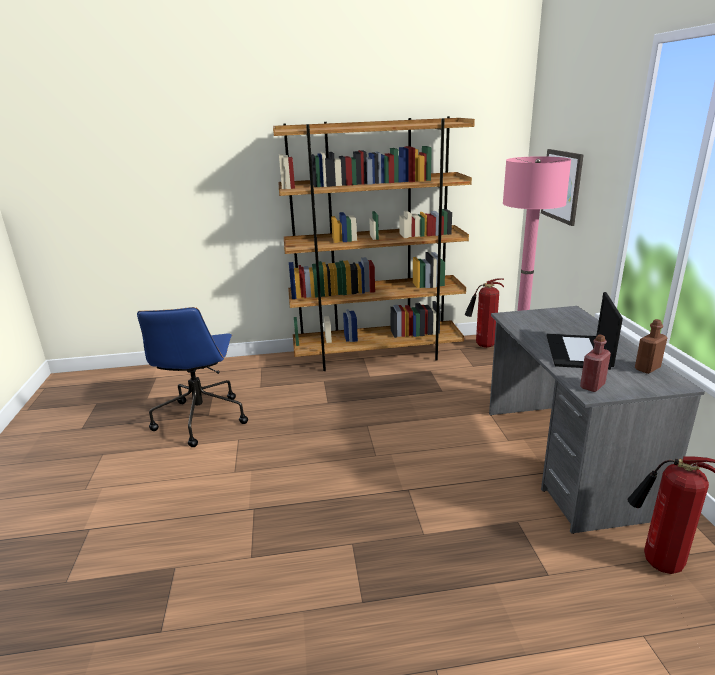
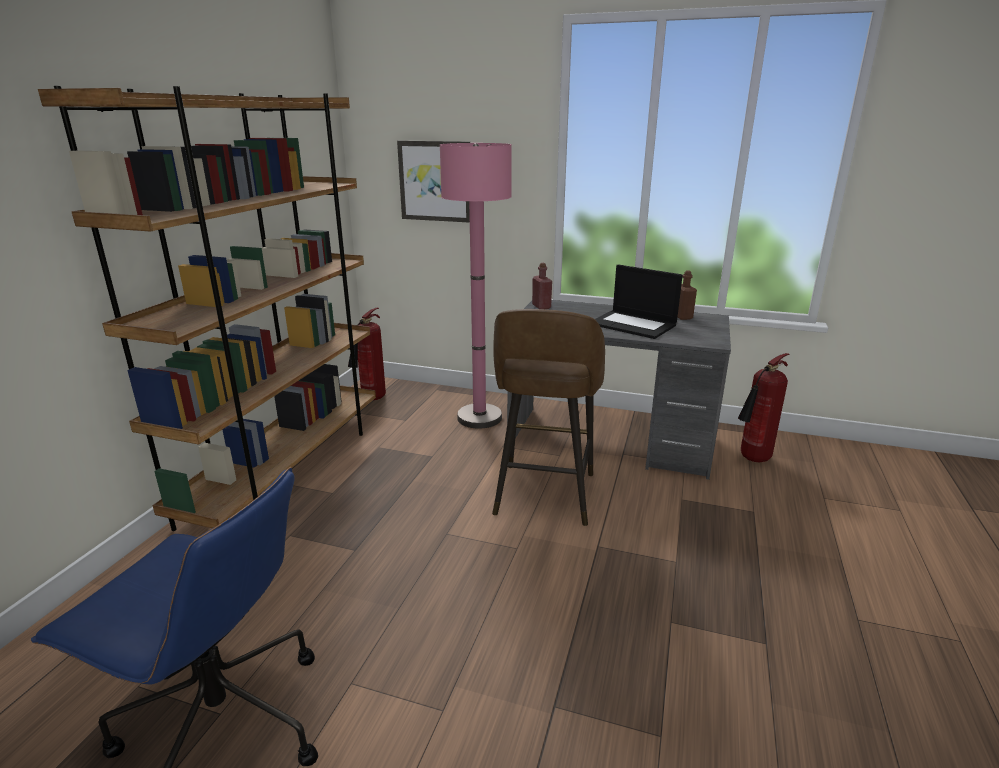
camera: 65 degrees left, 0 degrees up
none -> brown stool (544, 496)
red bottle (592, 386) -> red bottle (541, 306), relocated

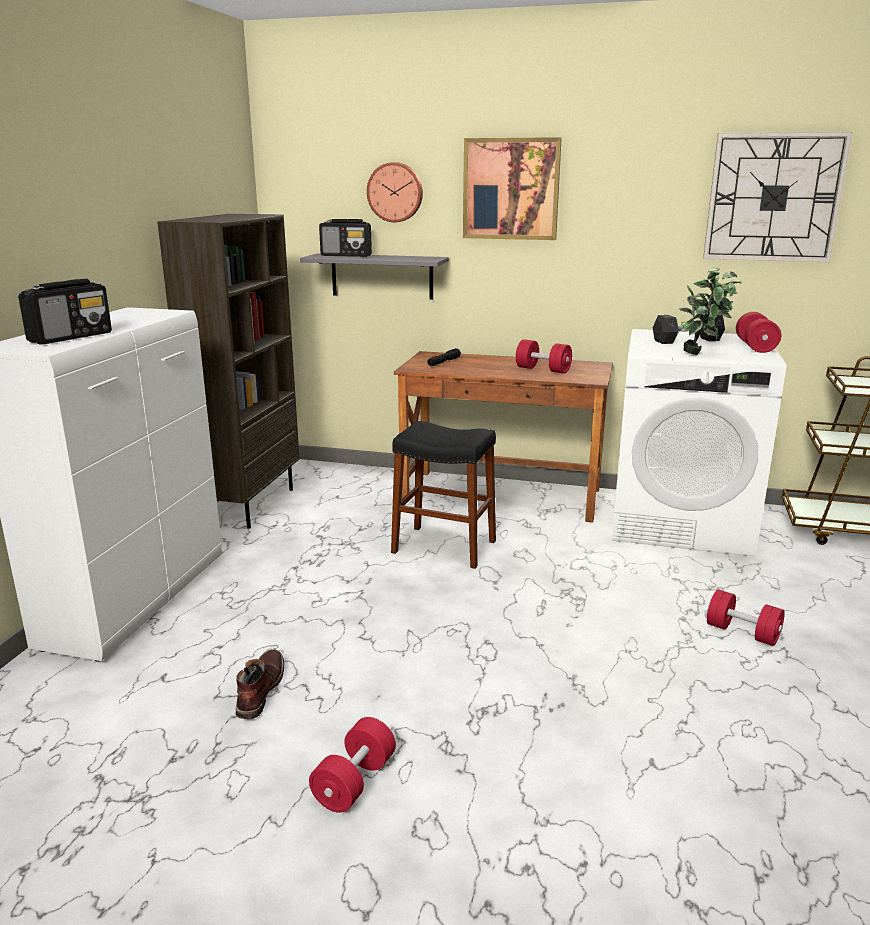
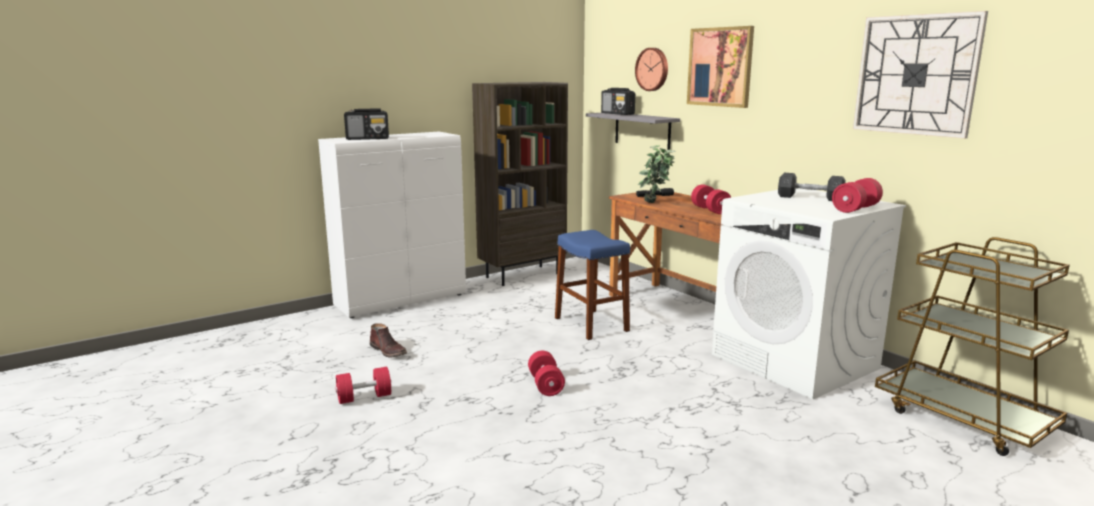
camera: 40 degrees right, 5 degrees down
brown boot (259, 690) -> brown boot (389, 351), 90 degrees clockwise
red dumbbell (742, 633) -> red dumbbell (546, 385), relocated
black stool (444, 547) -> blue stool (591, 324)
potted plant (702, 354) -> potted plant (655, 203), relocated

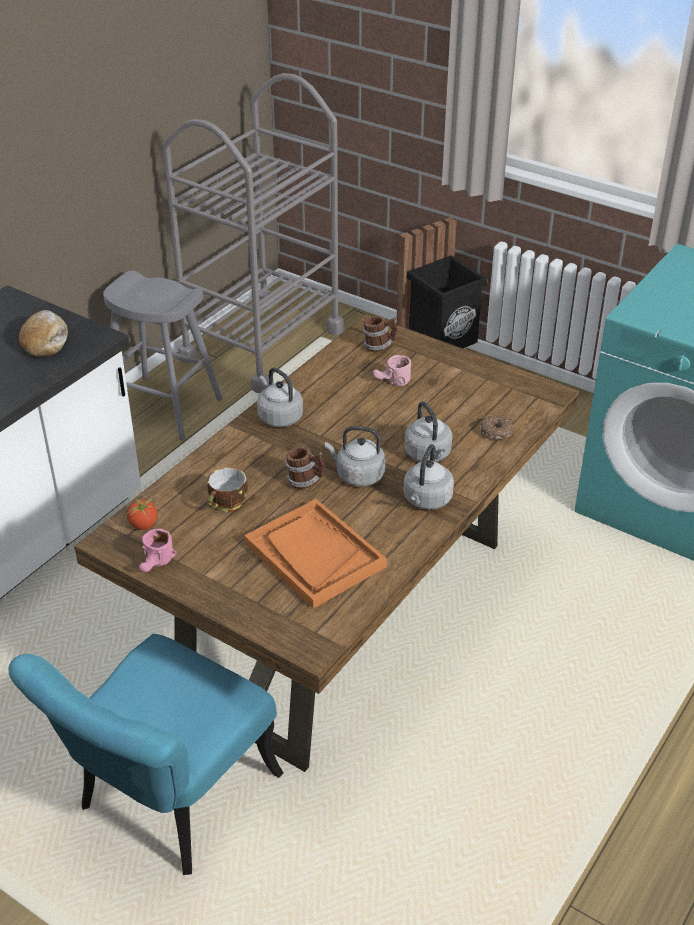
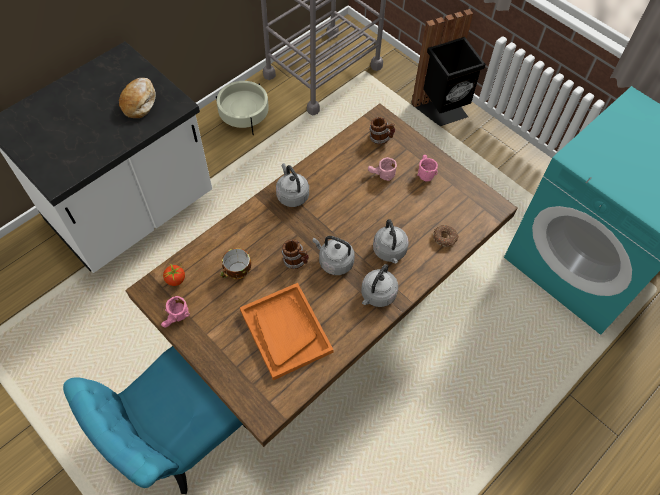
camera: 10 degrees right, 20 degrees up
grey stool (163, 408) -> beige planter (244, 116)
none -> pink mug (424, 172)

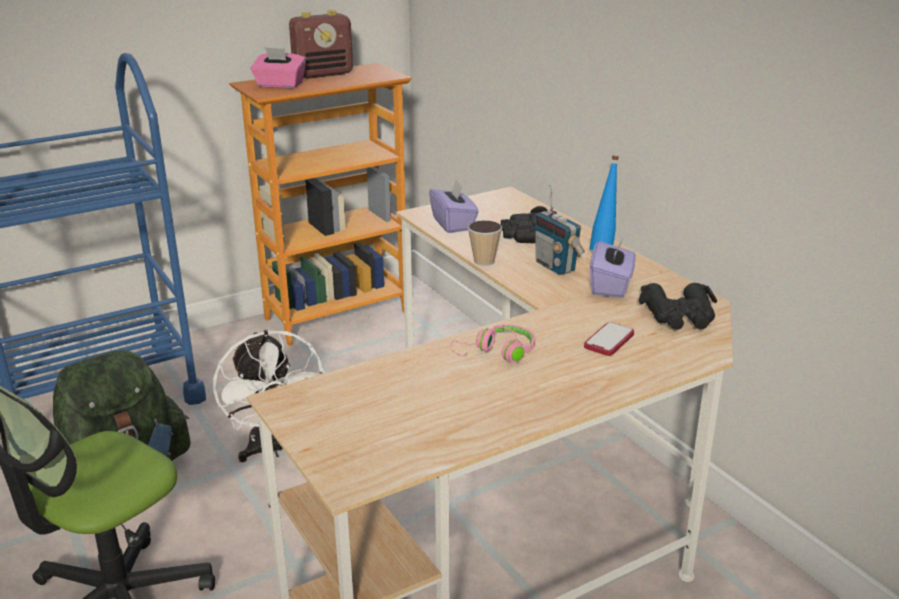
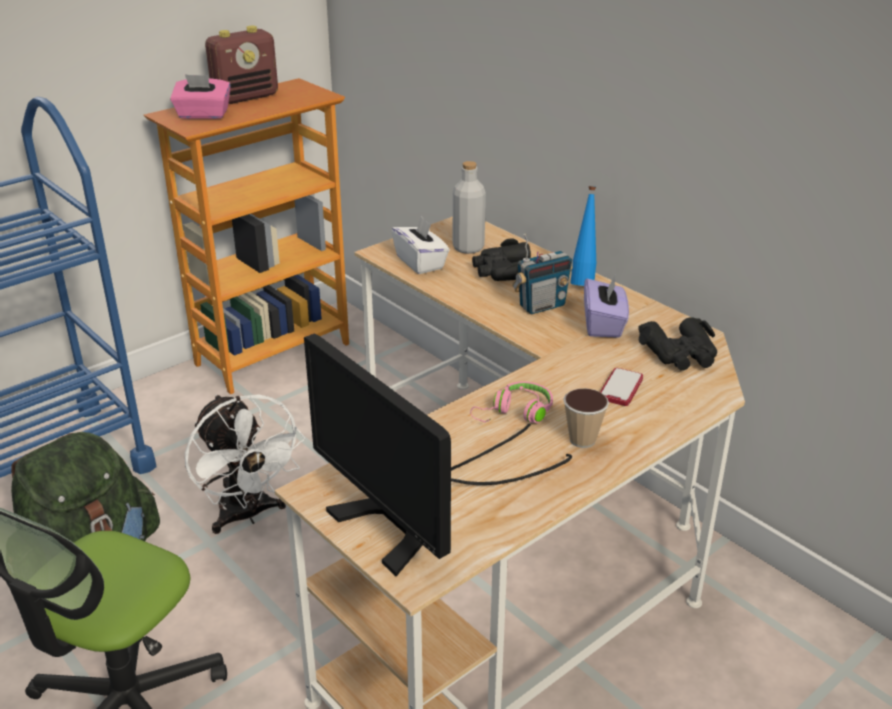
camera: 10 degrees left, 5 degrees up
none -> monitor (420, 512)
purple tissue box (453, 224) -> white tissue box (420, 262)
none -> grey bottle (468, 247)
radio (555, 266) -> radio (541, 306), 75 degrees counterclockwise
cup (484, 261) -> cup (582, 440), relocated

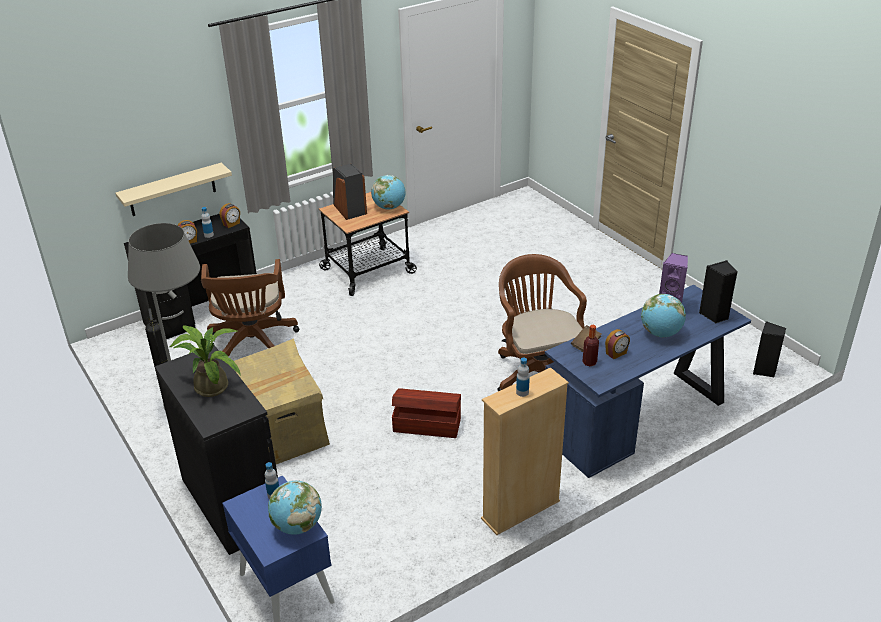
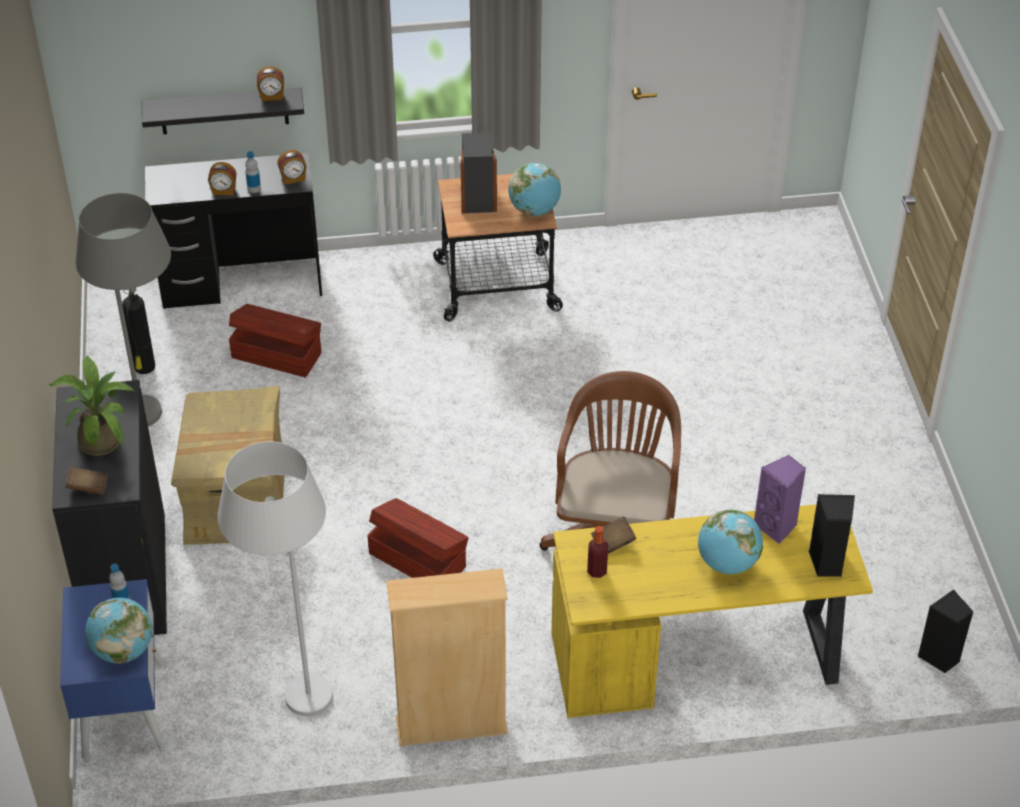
camera: 25 degrees right, 10 degrees up
none -> brown book (88, 488)
beige shelf (172, 190) -> black shelf (224, 111)
none -> white floor lamp (293, 679)
brown office chair (252, 344) -> brown storage box (276, 354)
alarm clock (616, 353) -> alarm clock (272, 96), relocated
blue desk (639, 418) -> yellow desk (699, 660)
bottle (522, 392) -> none

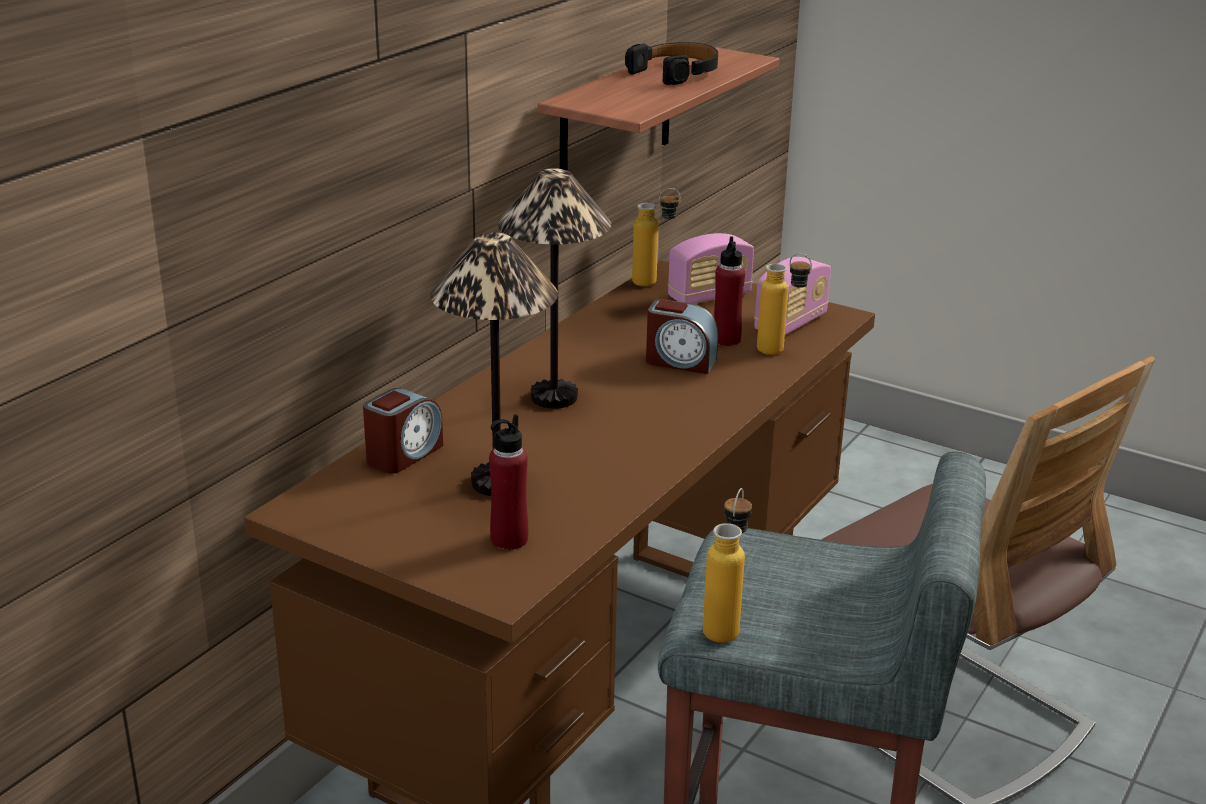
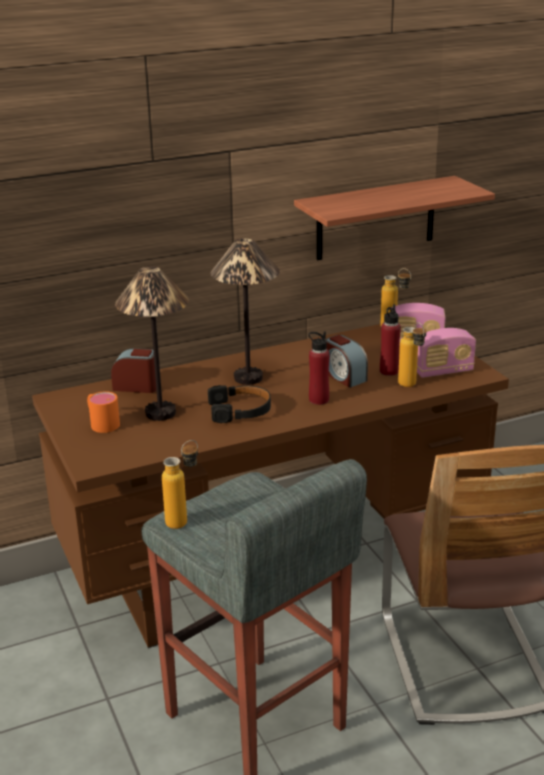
camera: 35 degrees right, 0 degrees up
none -> orange mug (101, 423)
alarm clock (403, 454) -> alarm clock (136, 386), 150 degrees counterclockwise
black headphones (676, 73) -> black headphones (240, 410), relocated
red bottle (509, 539) -> red bottle (318, 400), relocated

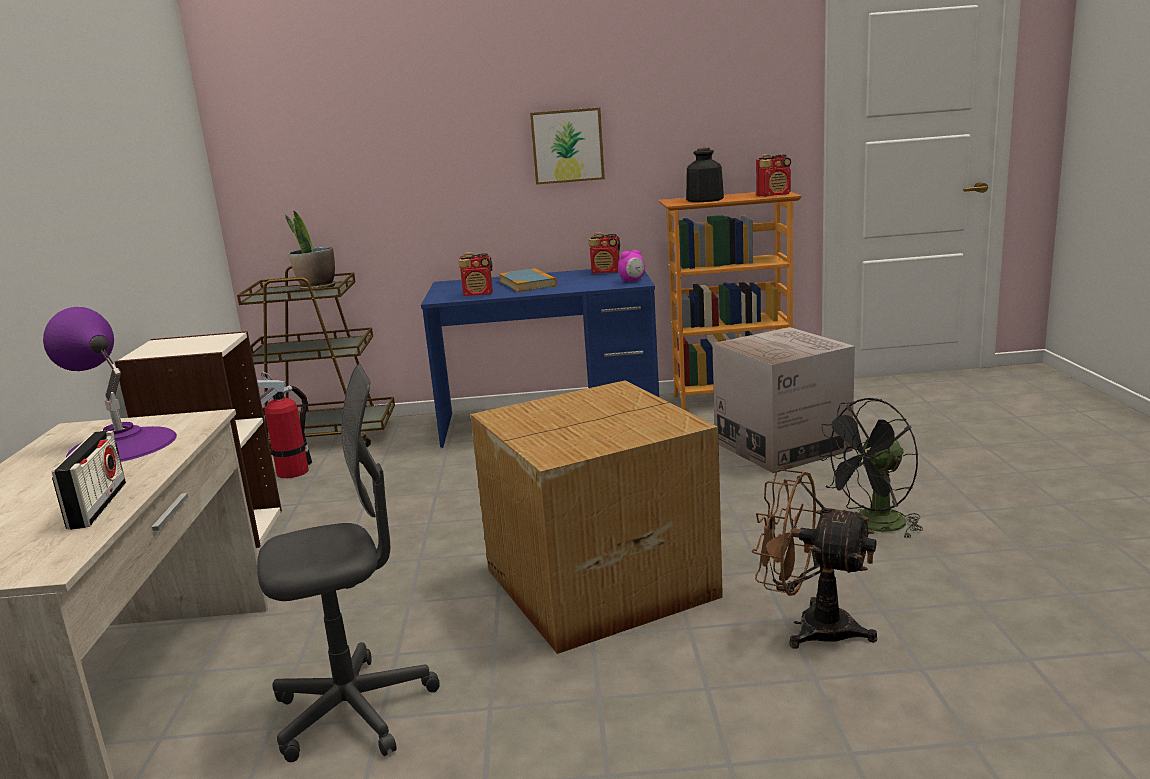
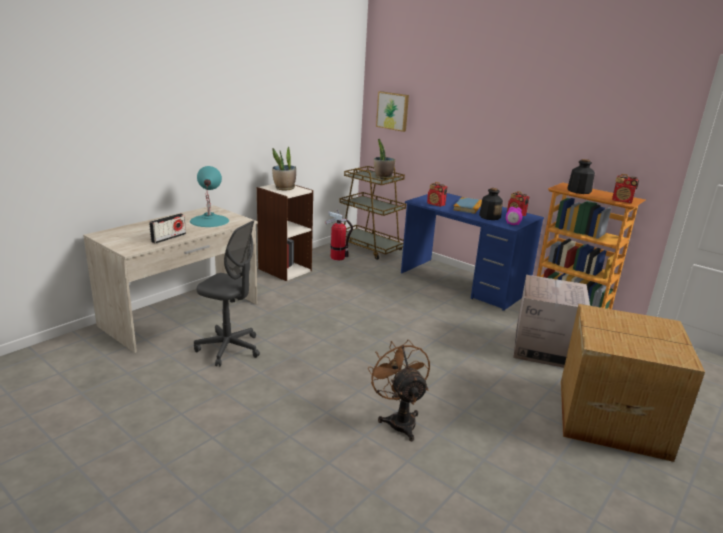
camera: 40 degrees right, 5 degrees up
purple table lamp (121, 445) -> turquoise table lamp (209, 220)
none -> potted plant (284, 188)
picture (567, 146) -> picture (393, 111), relocated
none -> bottle (489, 217)
cardboard box (596, 582) -> cardboard box (610, 416), relocated
black fan (873, 526) -> none

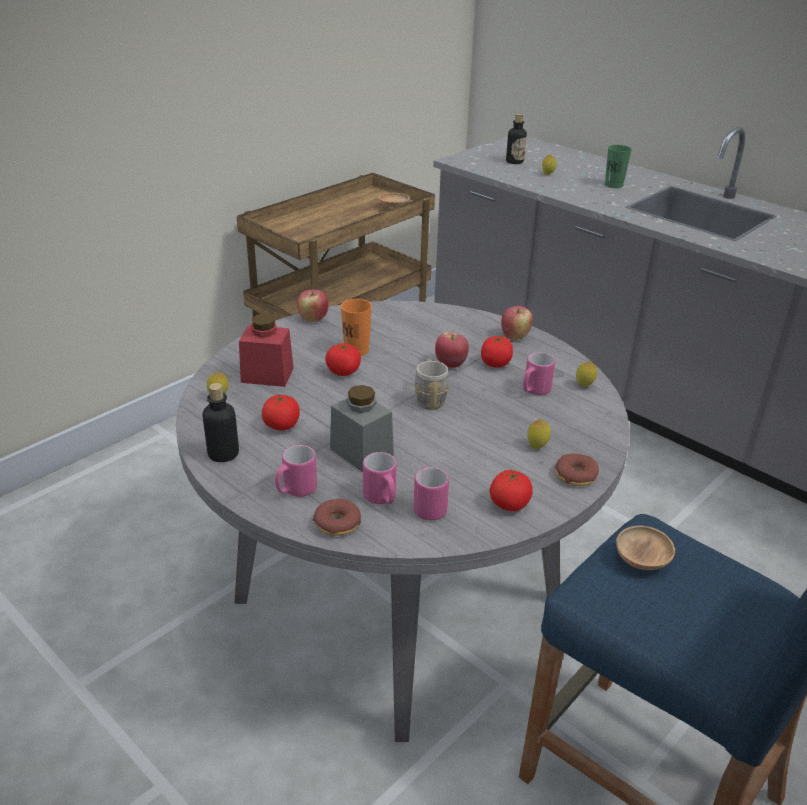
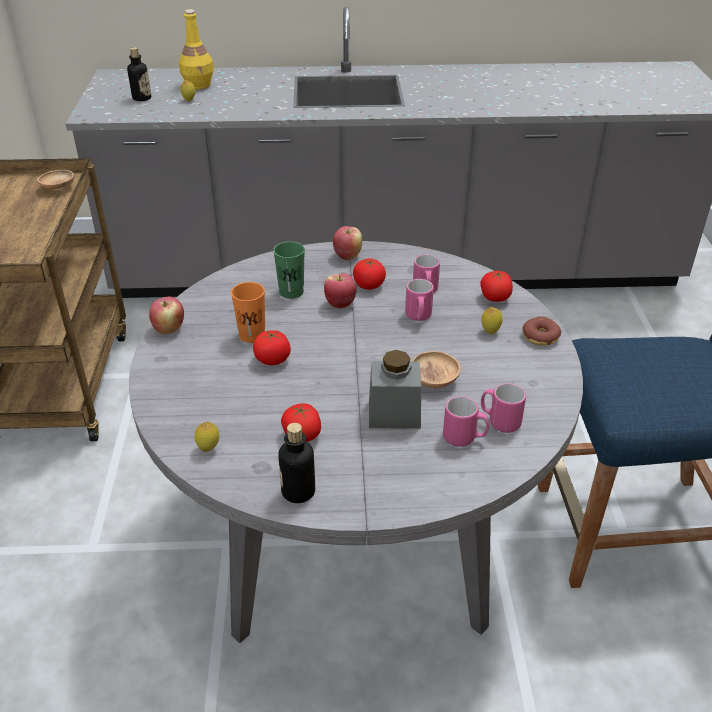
camera: 45 degrees left, 5 degrees up
none -> yellow bottle (199, 85)
green cup (613, 185) -> green cup (291, 292), relocated
pink mug (295, 491) -> pink mug (418, 317), relocated
brown bowl (642, 560) -> brown bowl (434, 380), relocated
tomato (509, 504) -> tomato (495, 298), relocated
red jar (267, 375) -> none
donut (337, 523) -> none
grey mug (429, 398) -> none
lemon (584, 386) -> none

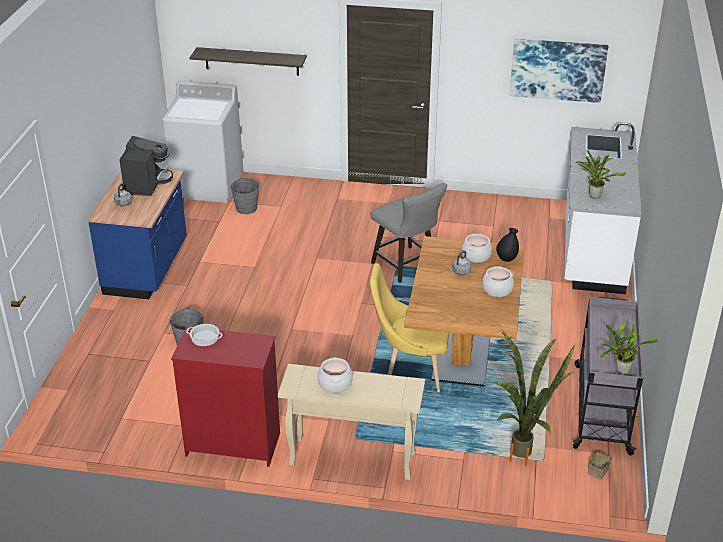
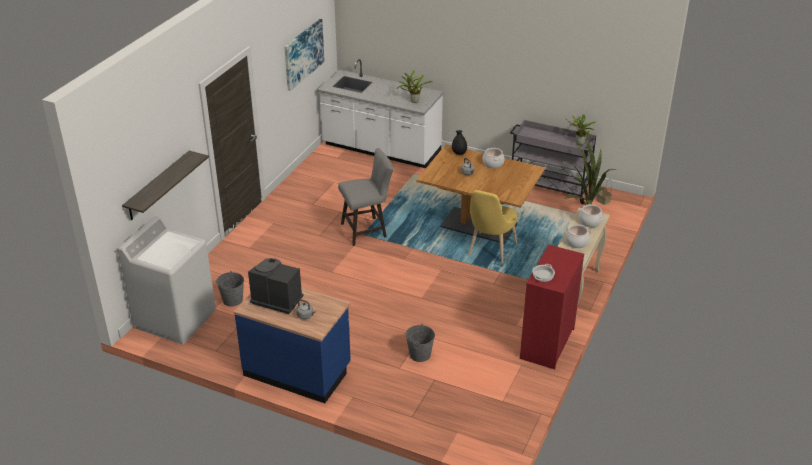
camera: 75 degrees left, 0 degrees up
cooking pot (476, 256) -> cooking pot (590, 221), relocated

